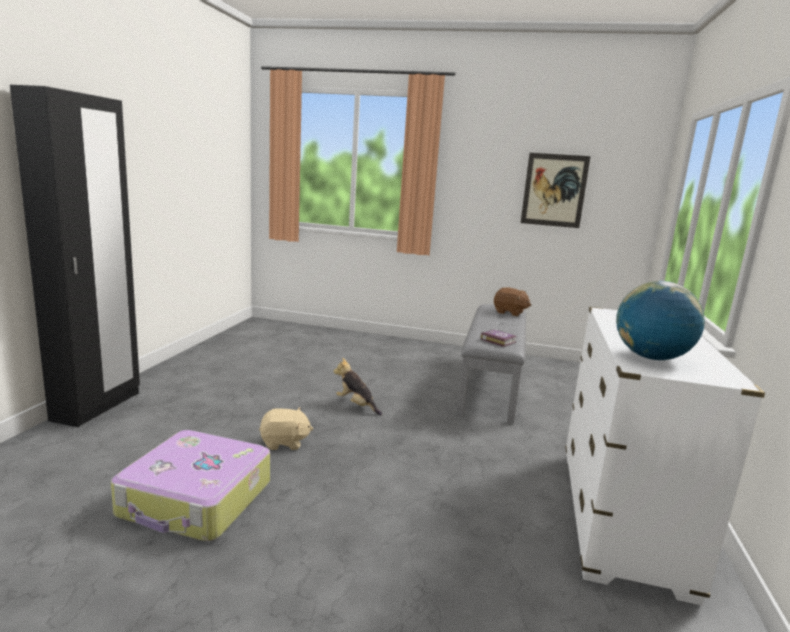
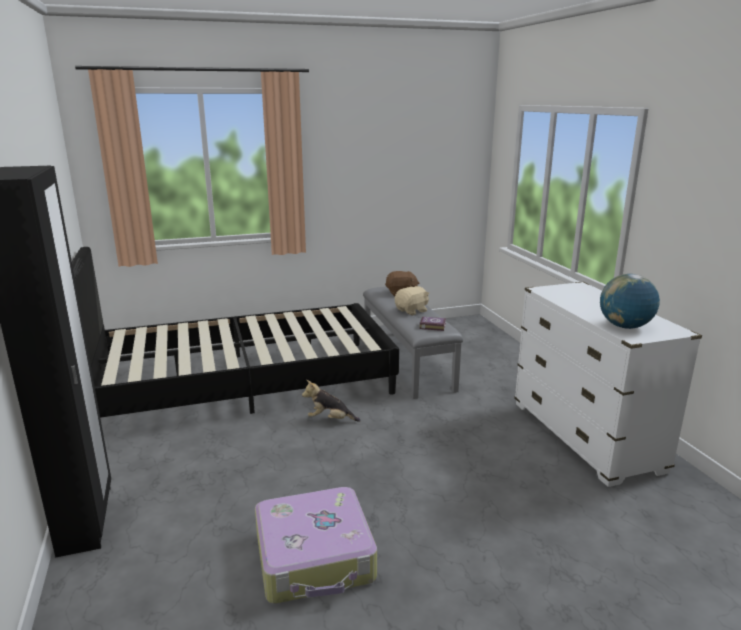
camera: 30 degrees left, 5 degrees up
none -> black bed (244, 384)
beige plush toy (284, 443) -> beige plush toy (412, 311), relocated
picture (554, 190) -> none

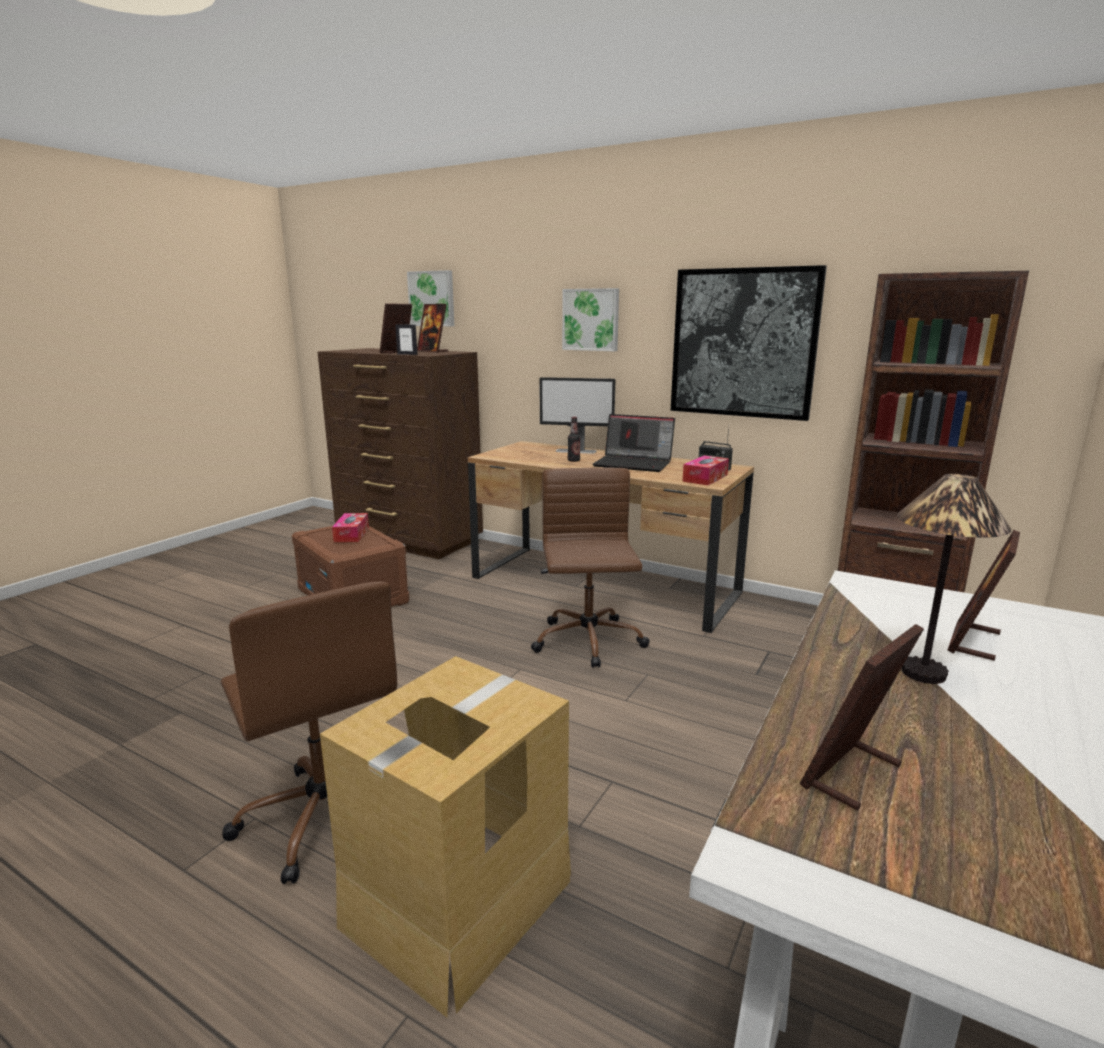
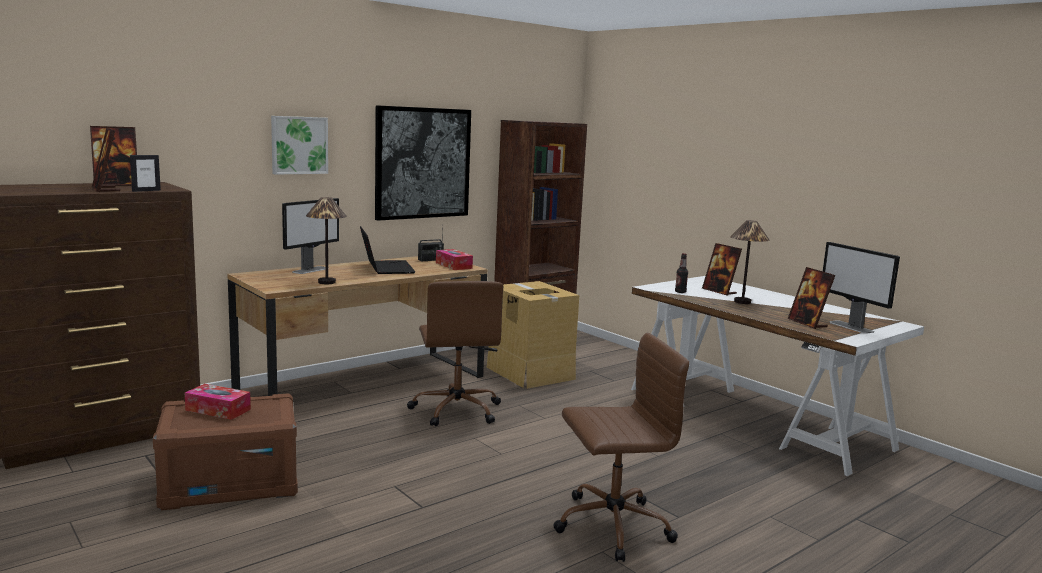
camera: 70 degrees left, 5 degrees down
none -> table lamp (326, 282)
laptop (634, 464) -> laptop (385, 268), 60 degrees counterclockwise
brown office chair (588, 642) -> brown office chair (456, 410), 120 degrees counterclockwise
cardboard box (457, 900) -> cardboard box (530, 373), relocated
bottle (573, 460) -> bottle (680, 292), relocated
none -> monitor (851, 327)
picture (432, 298) -> none

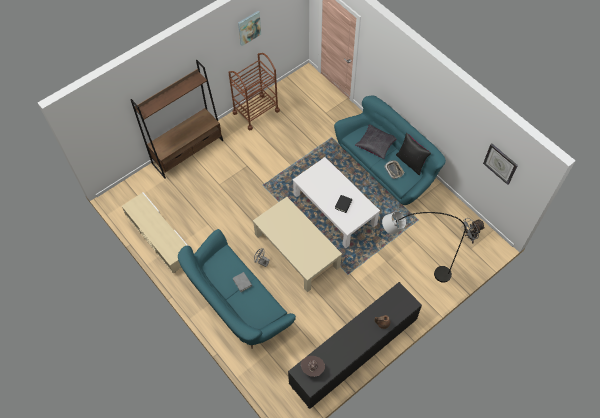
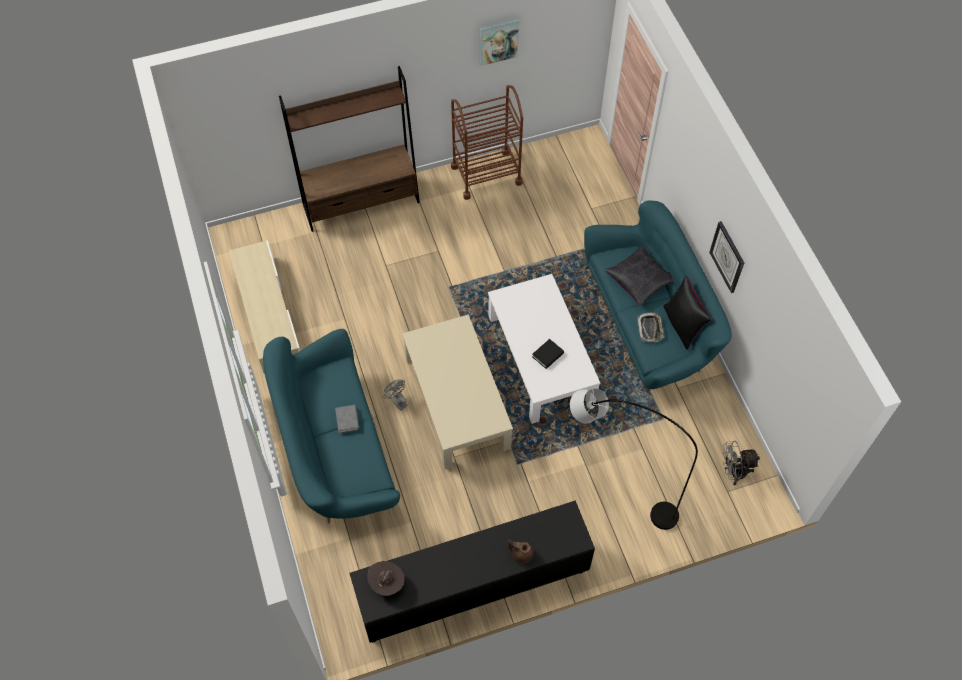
camera: 20 degrees right, 0 degrees up
wall clock (500, 163) -> wall clock (727, 257), relocated

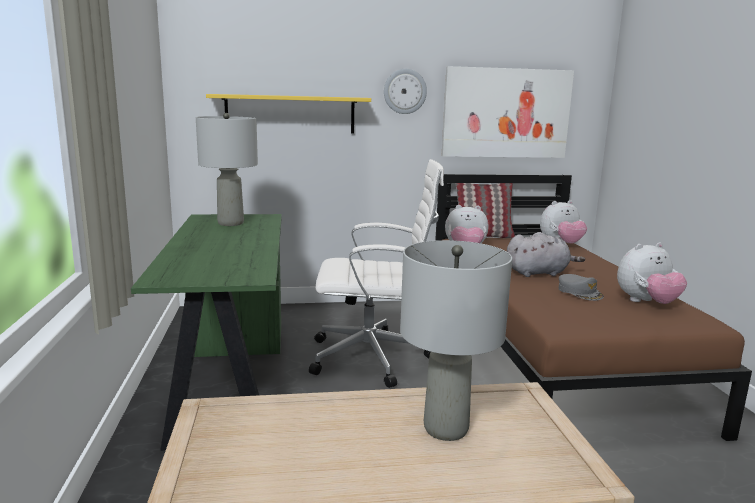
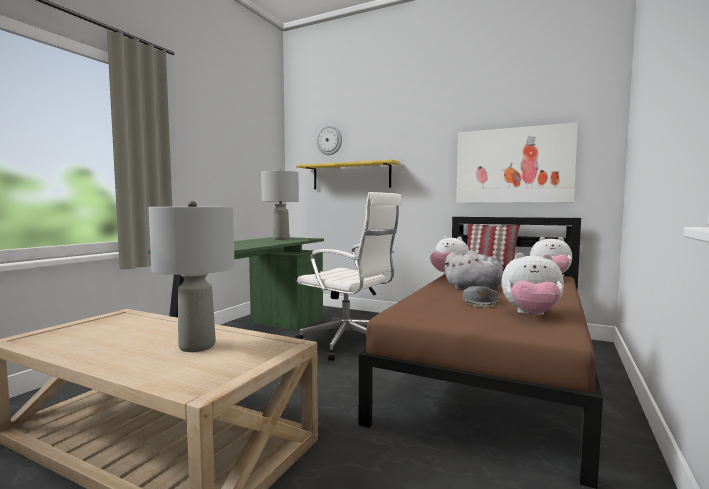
camera: 35 degrees right, 10 degrees down
wall clock (405, 91) -> wall clock (329, 140), relocated

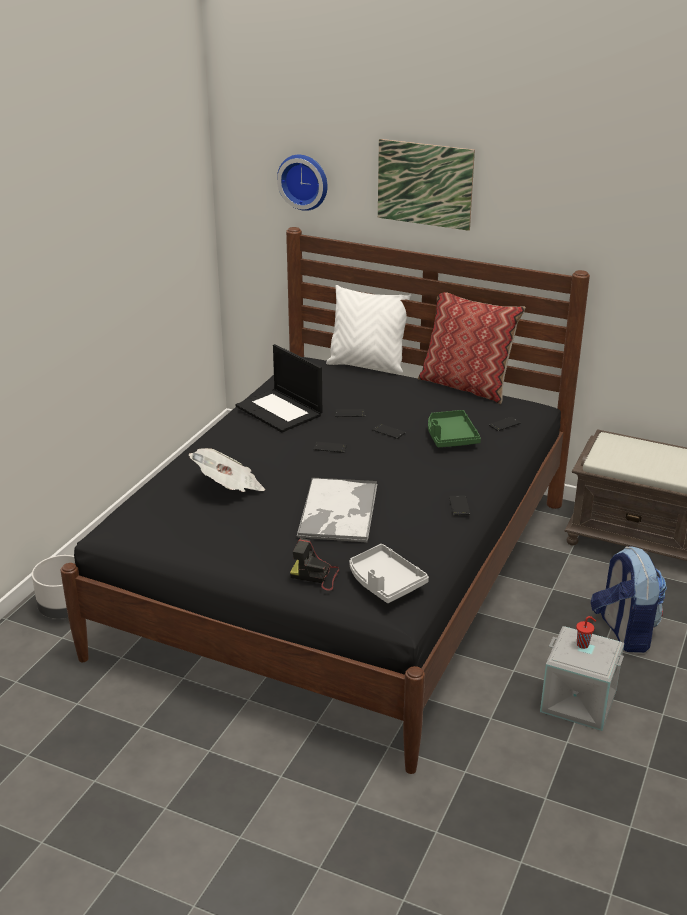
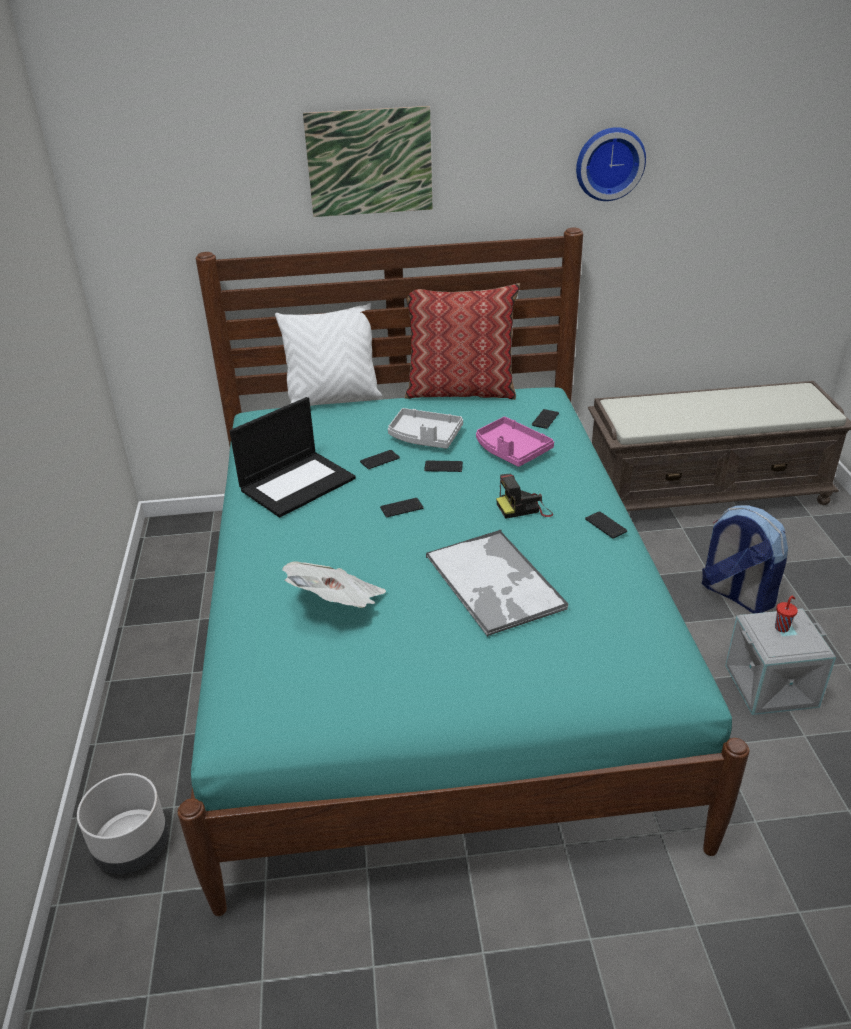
camera: 30 degrees left, 5 degrees up
black bed (342, 575) -> turquoise bed (430, 648)
laptop (280, 411) -> laptop (298, 483), 60 degrees counterclockwise
grey tray (384, 582) -> grey tray (425, 437), relocated
green tray (450, 437) -> pink tray (511, 451)
photo camera (316, 576) -> photo camera (524, 508), relocated
wall clock (304, 181) -> wall clock (609, 163), relocated

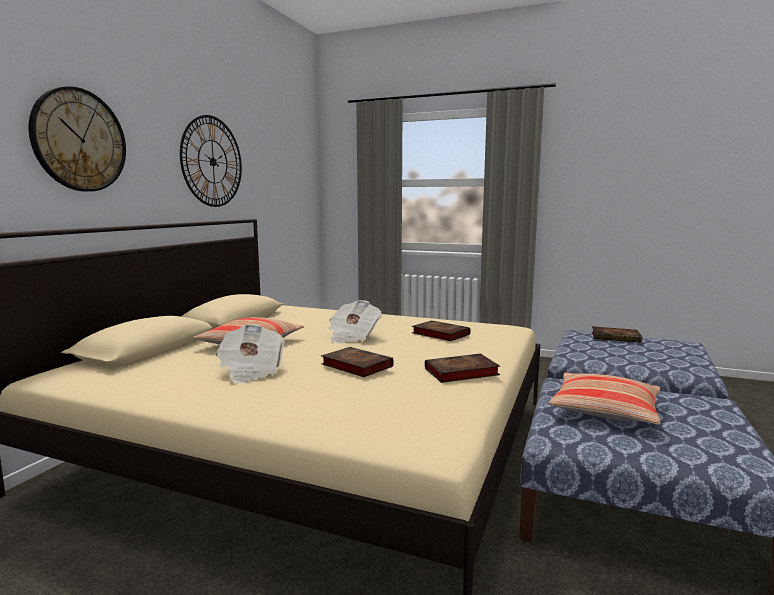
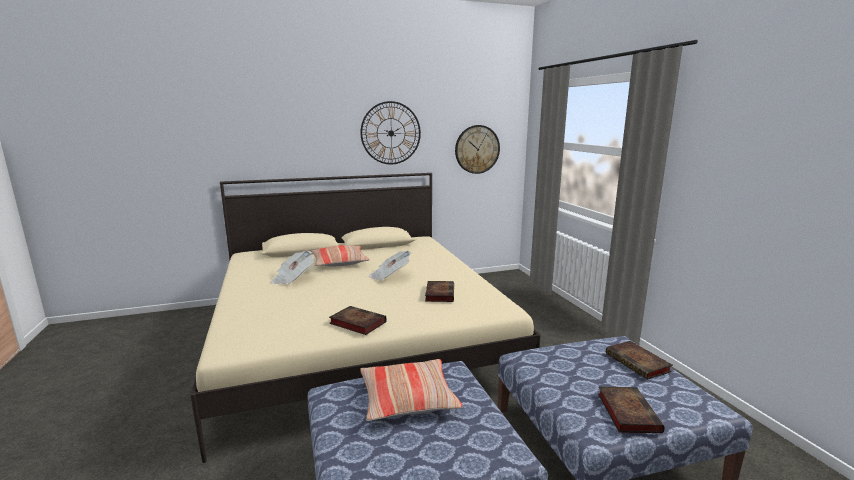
camera: 50 degrees right, 5 degrees up
wall clock (79, 140) -> wall clock (477, 149), relocated
book (355, 365) -> book (626, 411), relocated

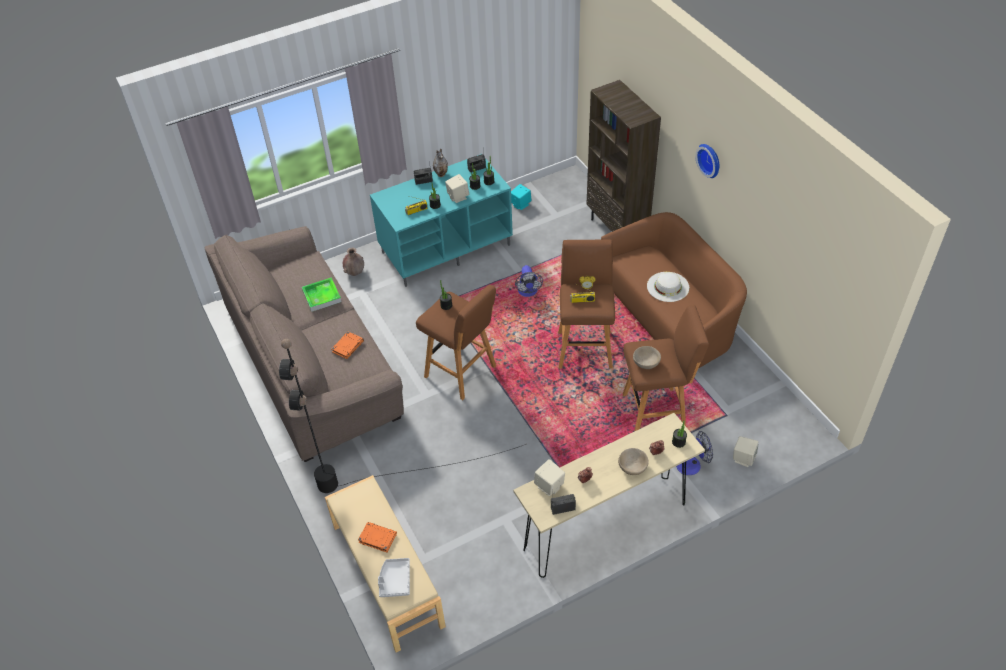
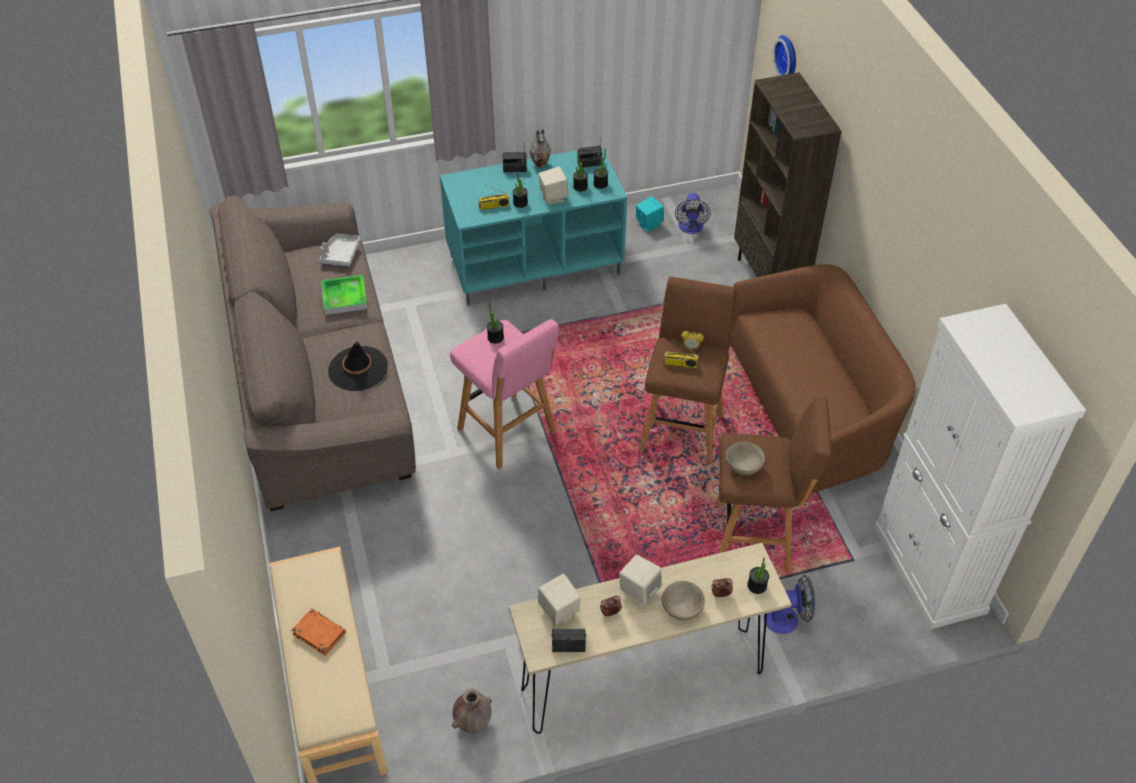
camera: 10 degrees right, 0 degrees up
grey tray (395, 580) -> grey tray (340, 254), relocated
orange book (348, 346) -> black hat (358, 369)
brown stool (462, 373) -> pink stool (509, 432)
brown vase (355, 272) -> brown vase (473, 722), relocated
beige speaker (743, 458) -> beige speaker (639, 591), relocated
fan (528, 293) -> fan (690, 228), relocated
wall clock (710, 160) -> wall clock (788, 57), relocated
none -> white cabinet (929, 570)
black floor lamp (384, 474) -> none
white hat (668, 286) -> none

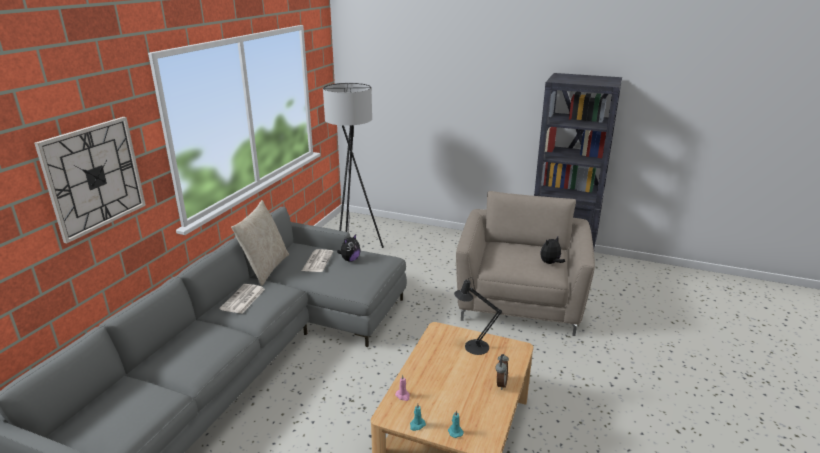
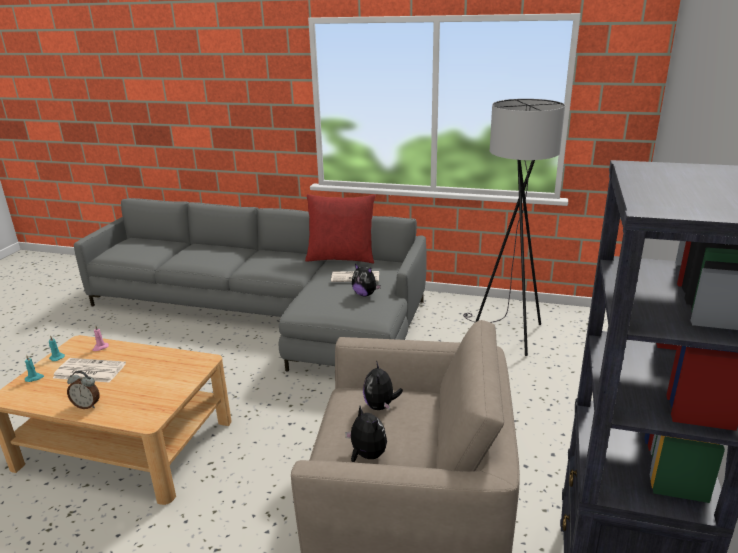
camera: 85 degrees right, 0 degrees up
newspaper (243, 299) -> newspaper (88, 371), relocated
beige pillow (265, 268) -> red pillow (341, 258)
none -> plush toy (381, 406)
wall clock (94, 177) -> none
black table lamp (473, 346) -> none

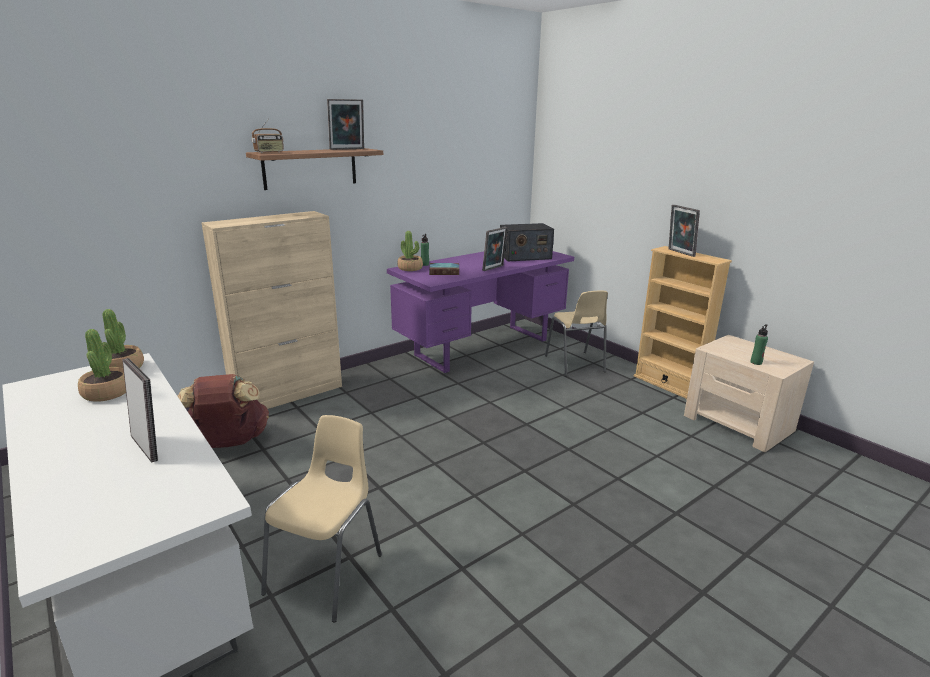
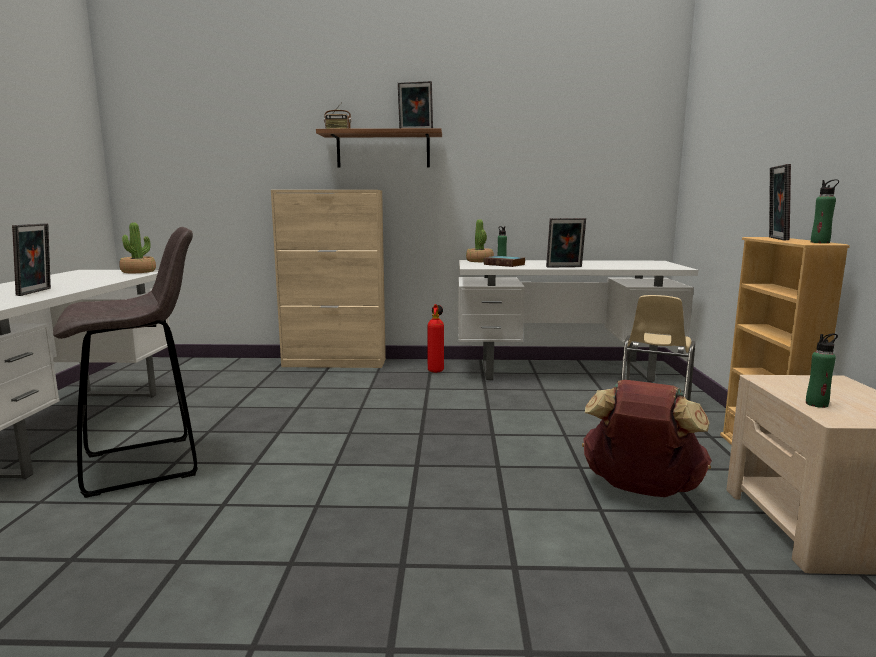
camera: 40 degrees right, 10 degrees down
beige chair (327, 572) -> grey stool (145, 464)
none -> fire extinguisher (436, 370)
purple desk (482, 347) -> white desk (564, 371)
brown backpack (228, 443) -> brown backpack (640, 489), relocated
none -> green bottle (820, 242)
potted plant (107, 393) -> none
radio (524, 256) -> none

